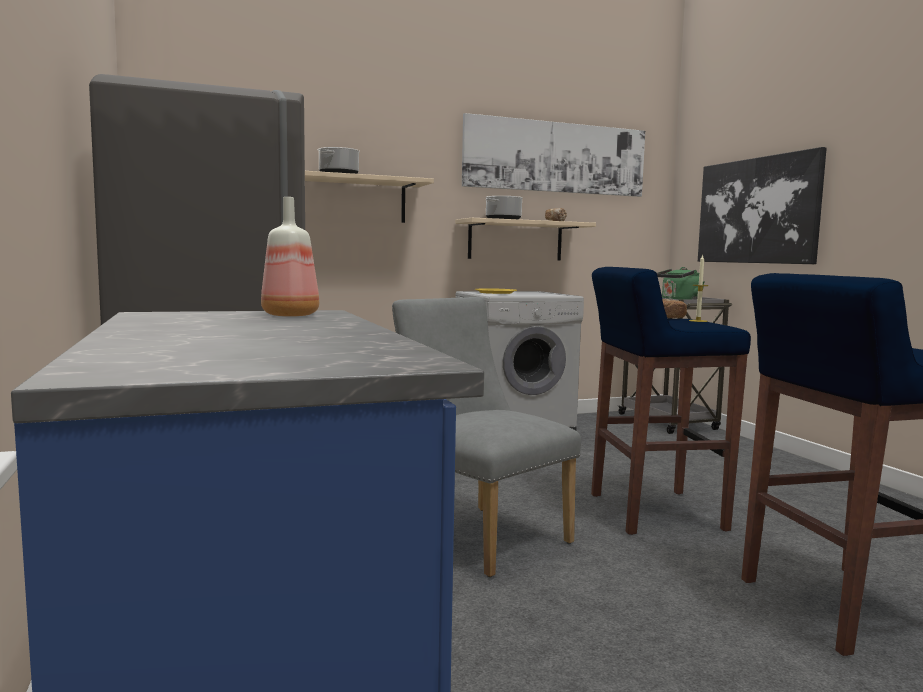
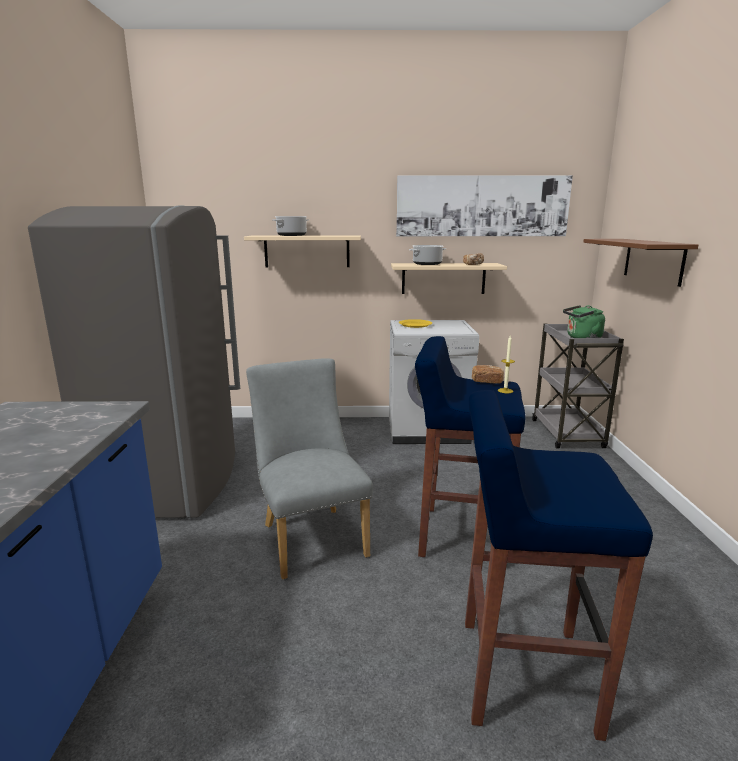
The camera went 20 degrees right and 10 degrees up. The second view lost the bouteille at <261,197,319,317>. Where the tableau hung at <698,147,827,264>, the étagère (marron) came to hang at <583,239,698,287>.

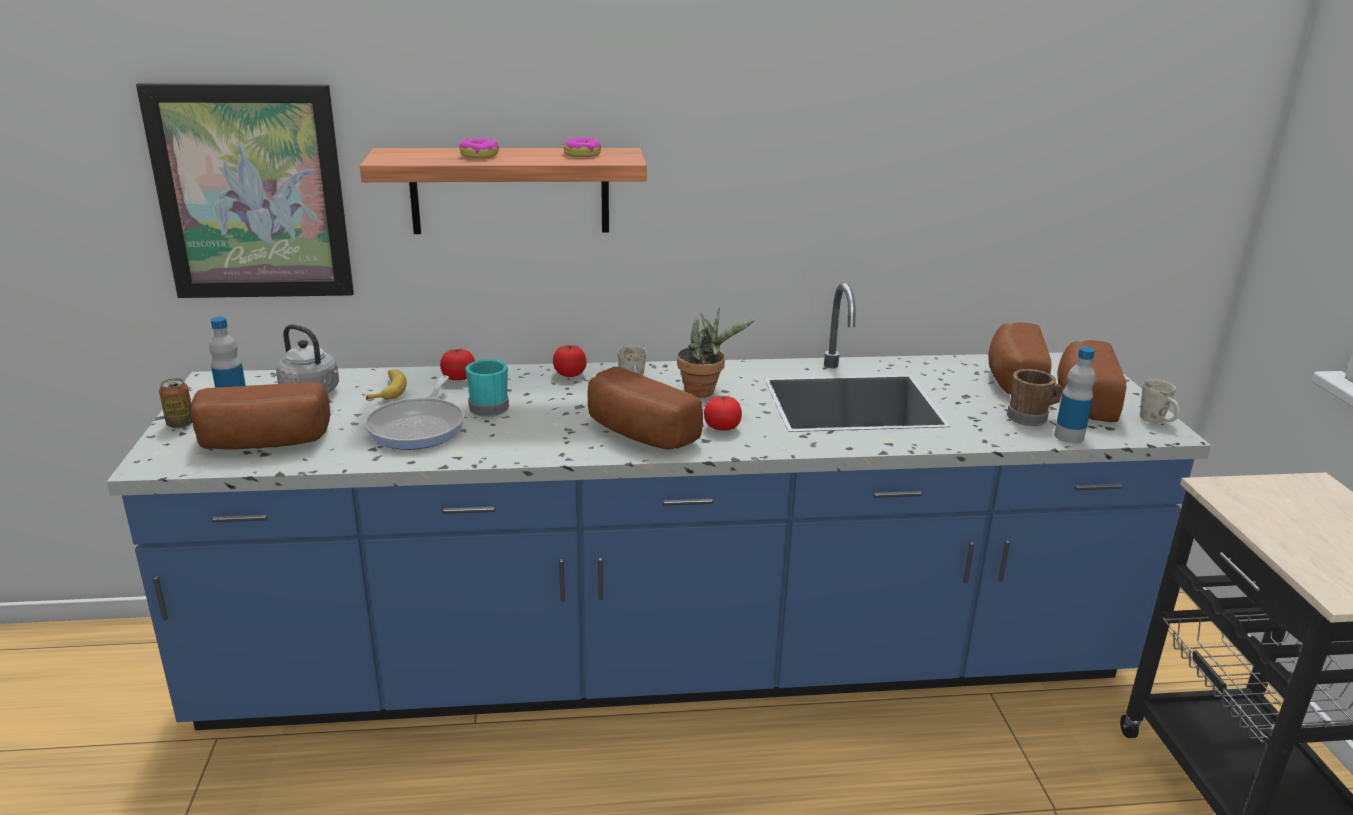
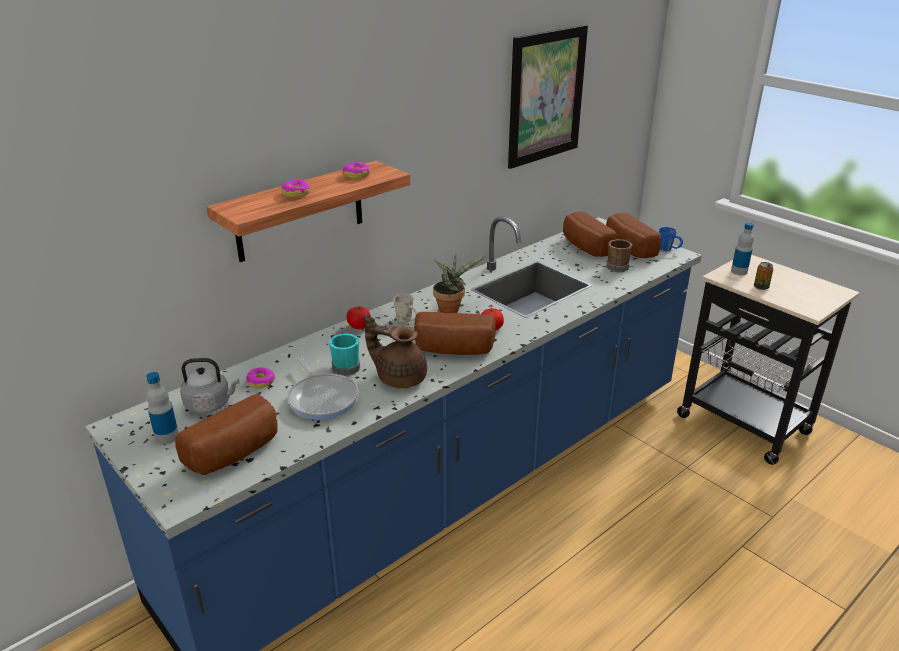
The camera went 35 degrees left and 5 degrees up. The tableau ended up elsewhere, having gone from <136,83,354,298> to <508,25,588,169>. The boîte métallique ended up elsewhere, having gone from <159,378,193,429> to <754,262,773,290>. Where the banane stood at <366,369,407,400>, the beignet came to stand at <246,367,275,388>. The second view lost the tomate at <440,348,475,380>. The bouteille ended up elsewhere, having gone from <1054,346,1095,443> to <731,222,754,275>. What was the mug (blanc) at <1140,379,1180,423> turned into the mug (bleu) at <659,227,683,251>. The second view gained the théière (marron) at <364,314,427,388>.

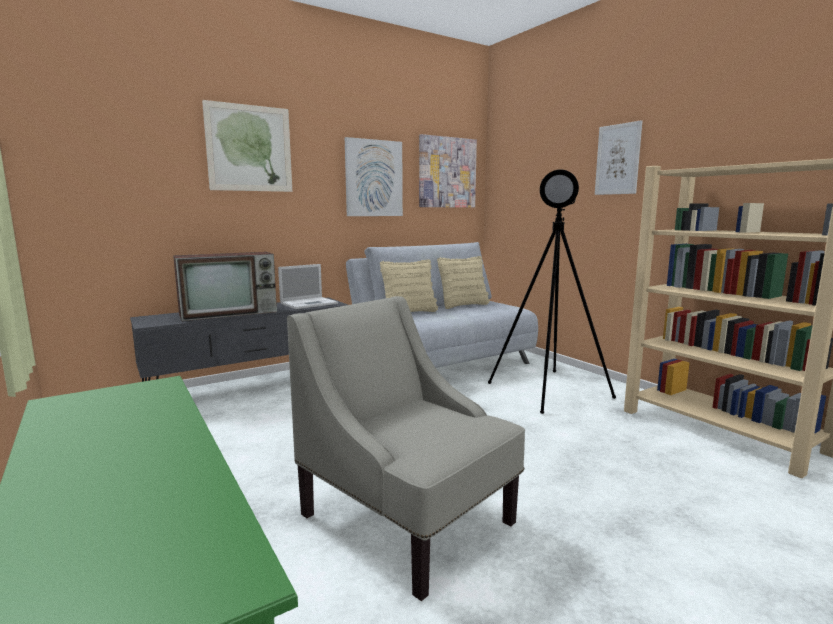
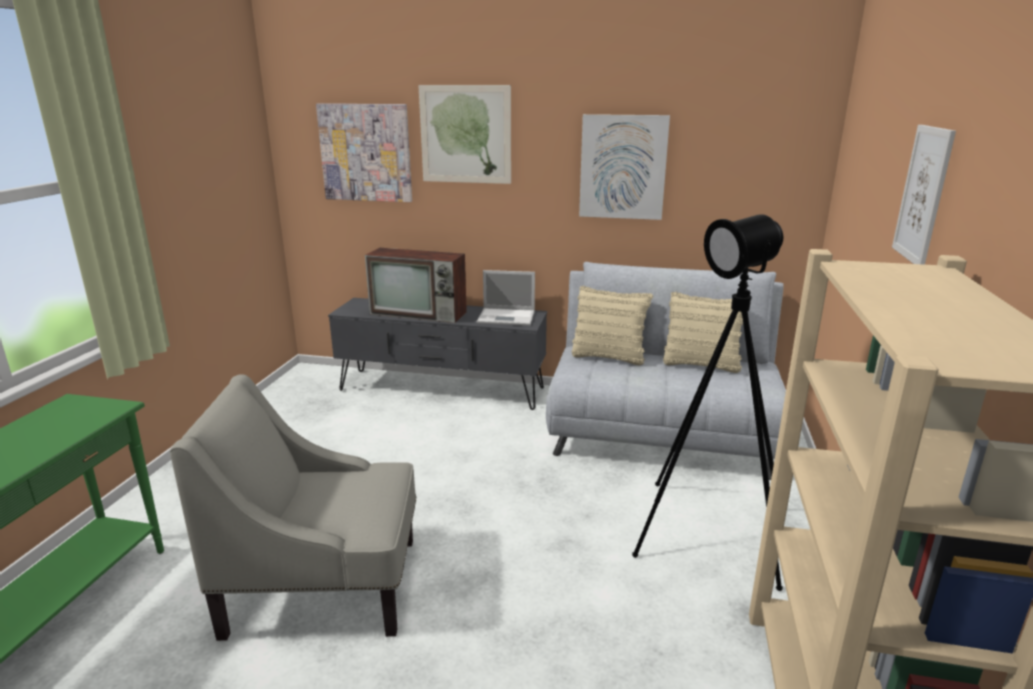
The camera went 45 degrees right and 10 degrees up. The fauteuil (gris) at <287,296,525,601> ended up facing another way, 90 degrees counterclockwise from before. The tableau ended up elsewhere, having gone from <419,134,477,207> to <316,103,412,202>.

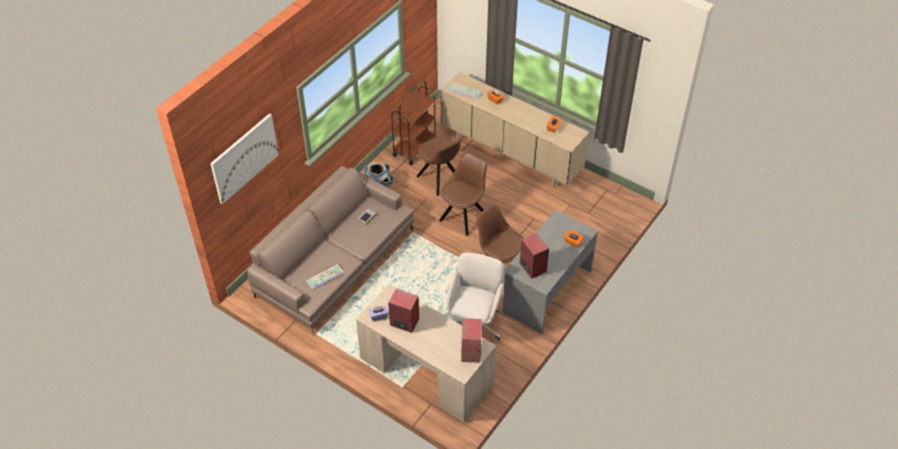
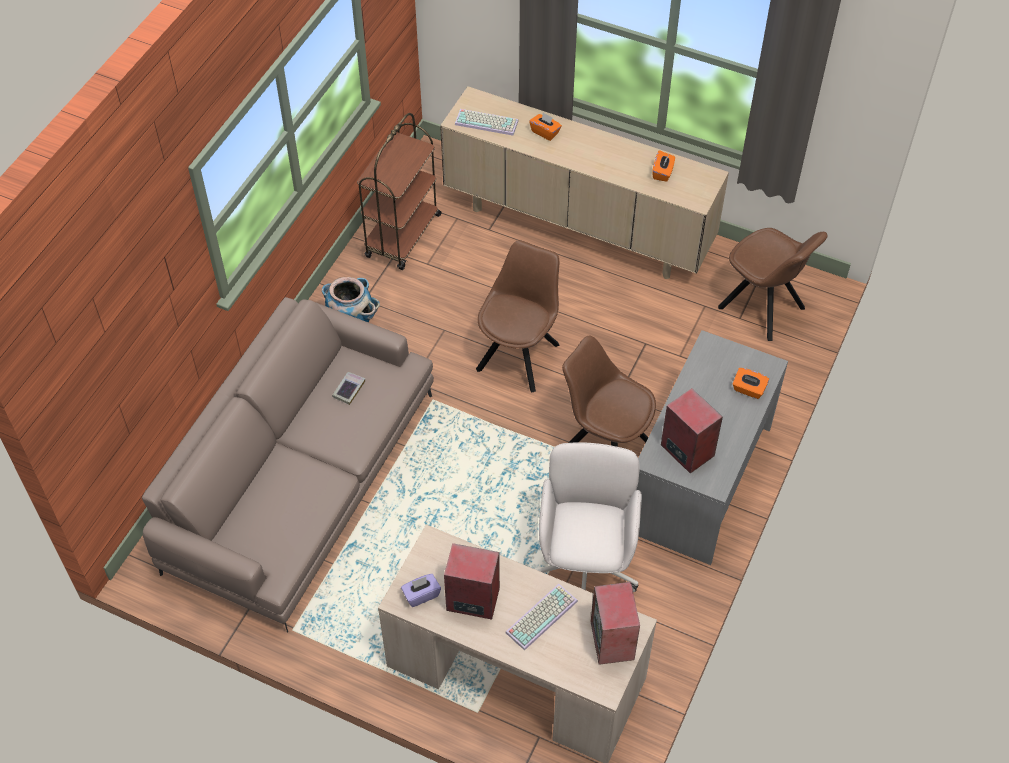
The camera went 10 degrees left and 5 degrees up. The second view lost the tableau at <210,114,279,204>. The clavier ended up elsewhere, having gone from <306,264,344,290> to <505,584,578,651>. The chaise (marron) ended up elsewhere, having gone from <417,136,462,196> to <718,228,828,341>.

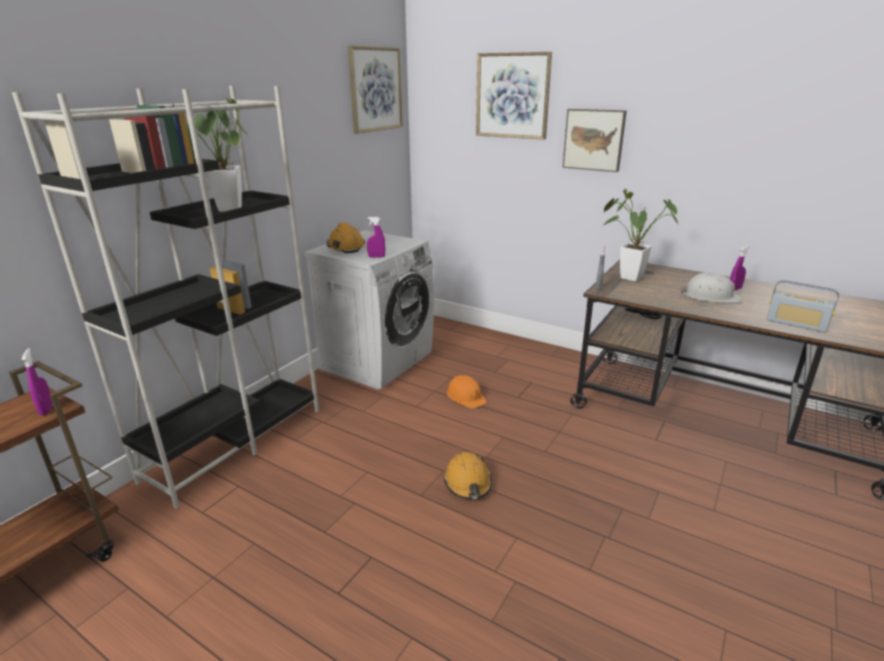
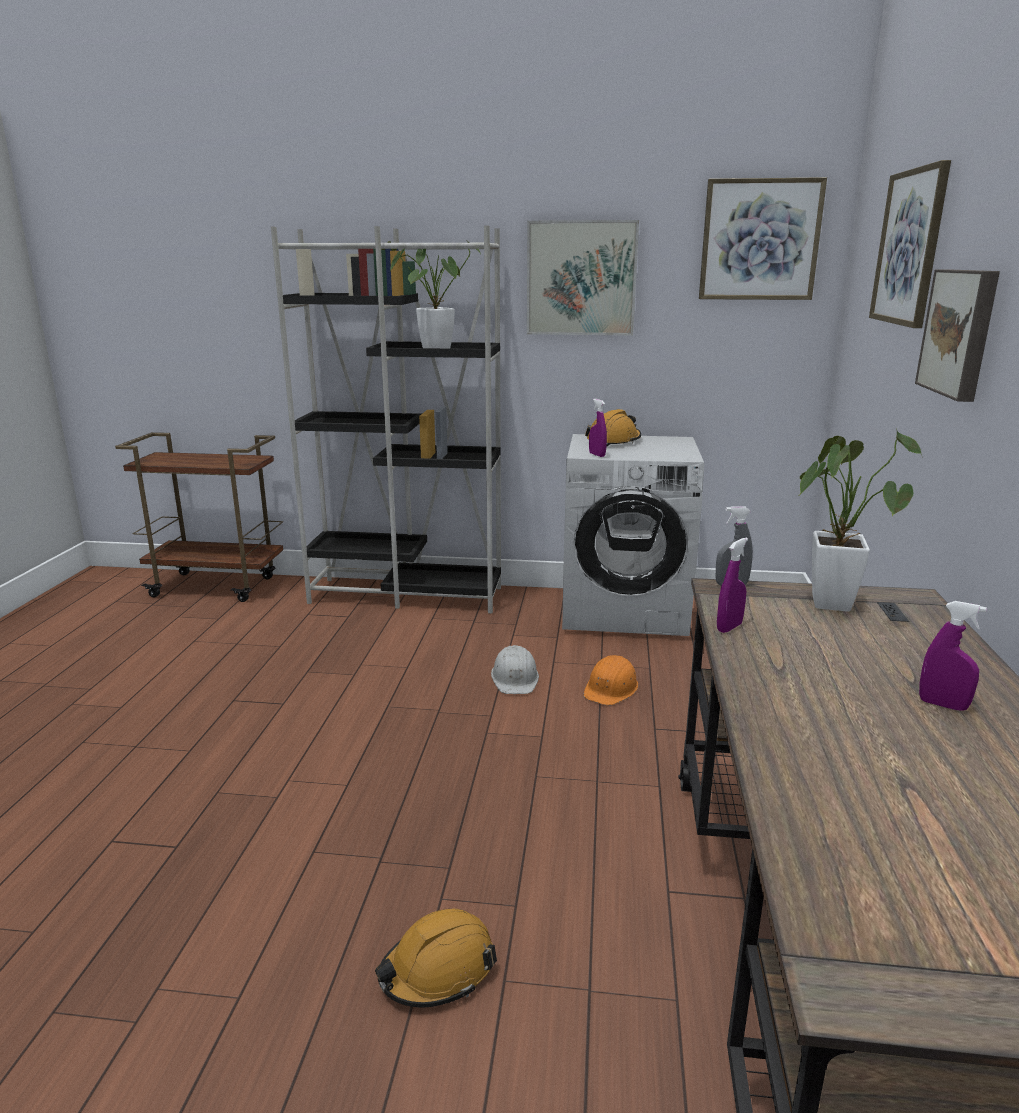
The camera went 65 degrees right and 5 degrees down. The vaporisateur (violet) ended up elsewhere, having gone from <22,348,53,415> to <717,538,748,633>. The casque de chantier (orange) ended up elsewhere, having gone from <444,452,492,500> to <375,909,497,1007>. The casque de chantier (blanc) ended up elsewhere, having gone from <681,272,742,303> to <491,645,539,694>. The second view lost the radio at <767,280,839,333>. The second view gained the tableau at <527,220,639,336>.

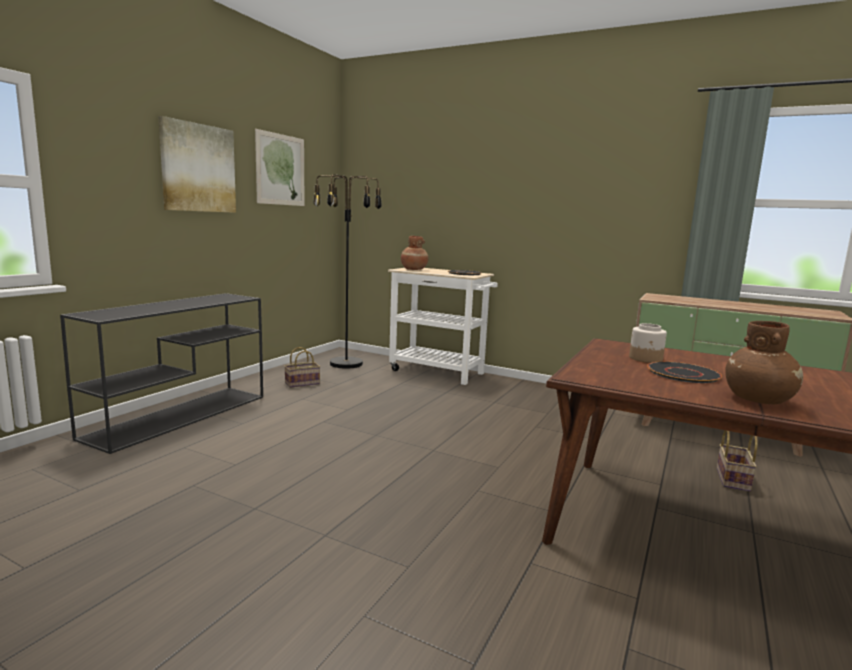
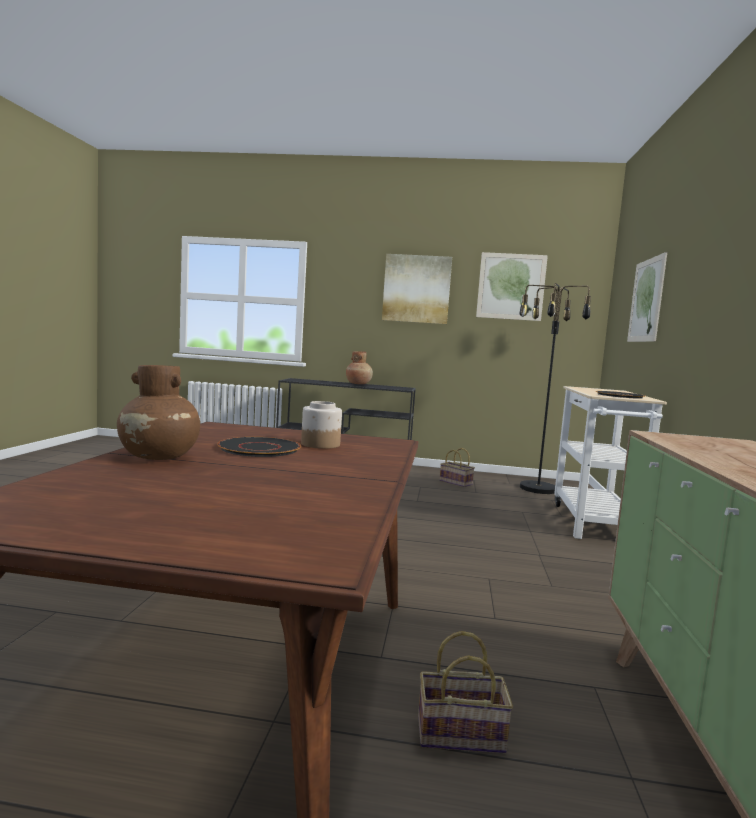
The camera went 70 degrees right and 5 degrees down. The vase (marron) ended up elsewhere, having gone from <401,236,428,270> to <346,351,373,384>. The second view gained the tableau at <627,252,667,342>.

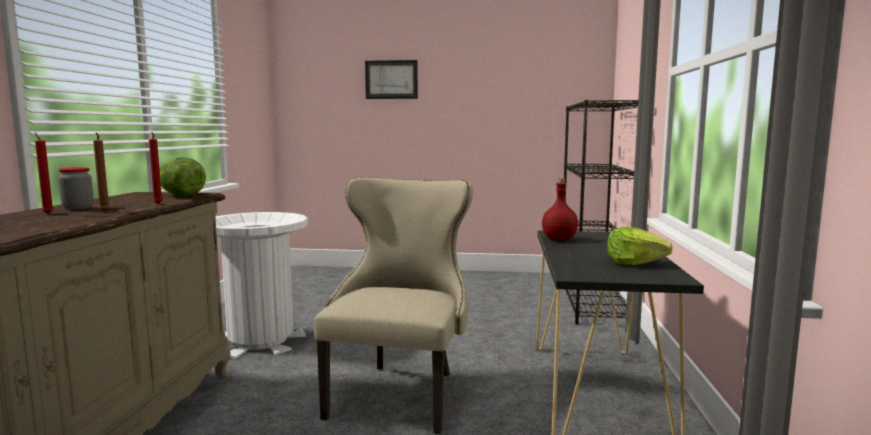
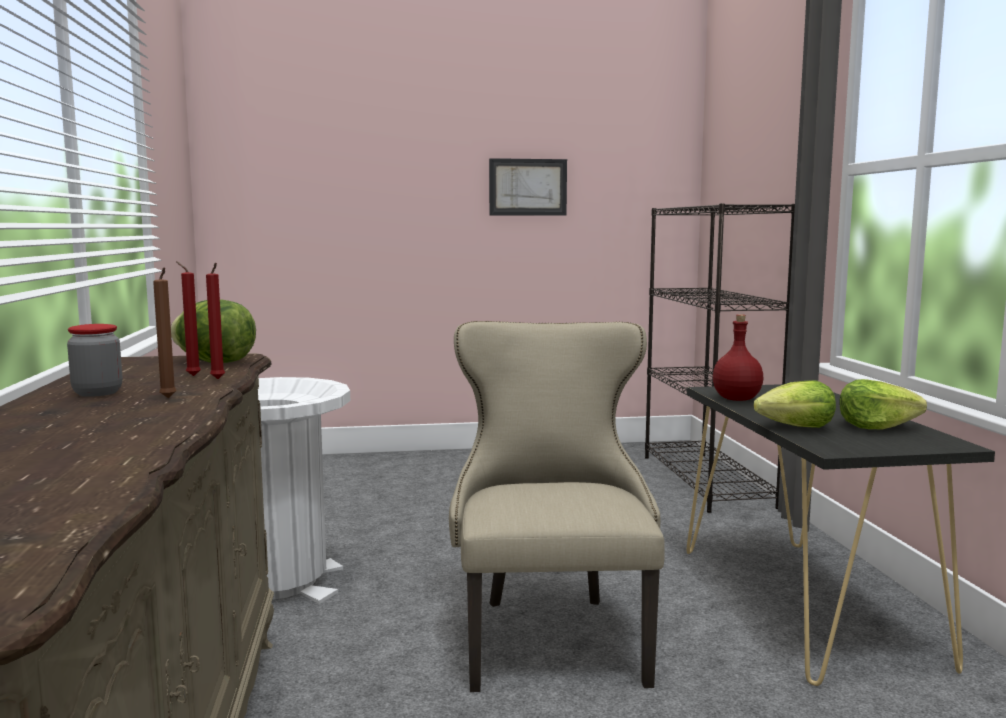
The camera went 15 degrees left and 0 degrees up. The bougie (rouge) ended up elsewhere, having gone from <34,132,54,214> to <176,261,201,376>. The tableau ended up elsewhere, having gone from <365,60,418,99> to <489,158,567,216>. The second view gained the laitue at <754,380,836,428>.

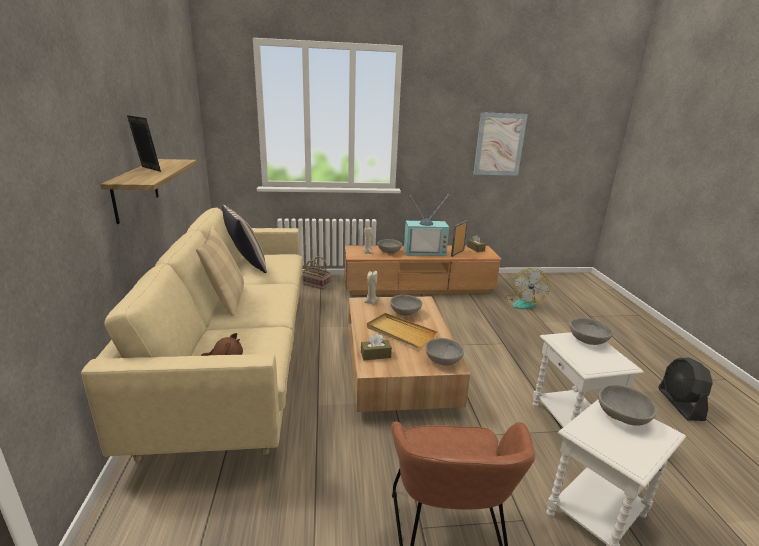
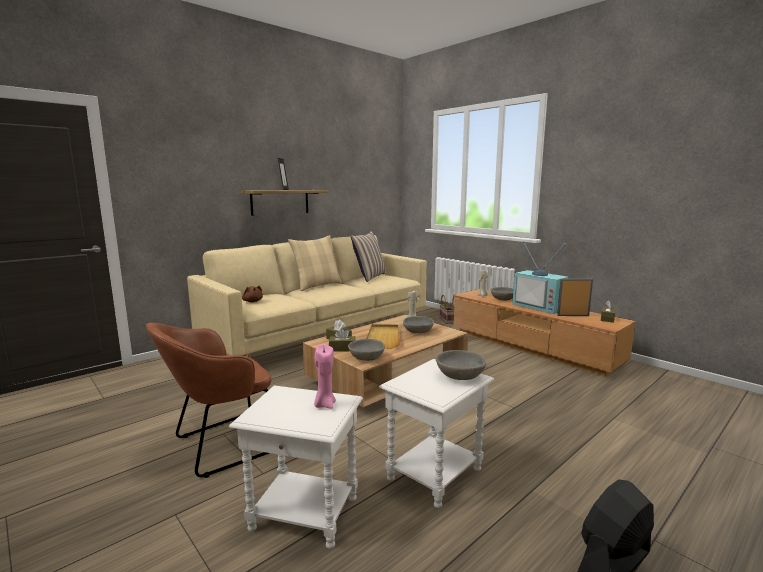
The camera went 55 degrees right and 10 degrees down. The second view lost the tableau at <474,112,528,176>. The second view lost the ventilateur at <505,268,550,309>. Where the bol (gris) stood at <598,385,657,426>, the bougie (rose) came to stand at <314,344,336,409>. The second view gained the boîte à mouchoirs (marron) at <329,329,355,352>.

